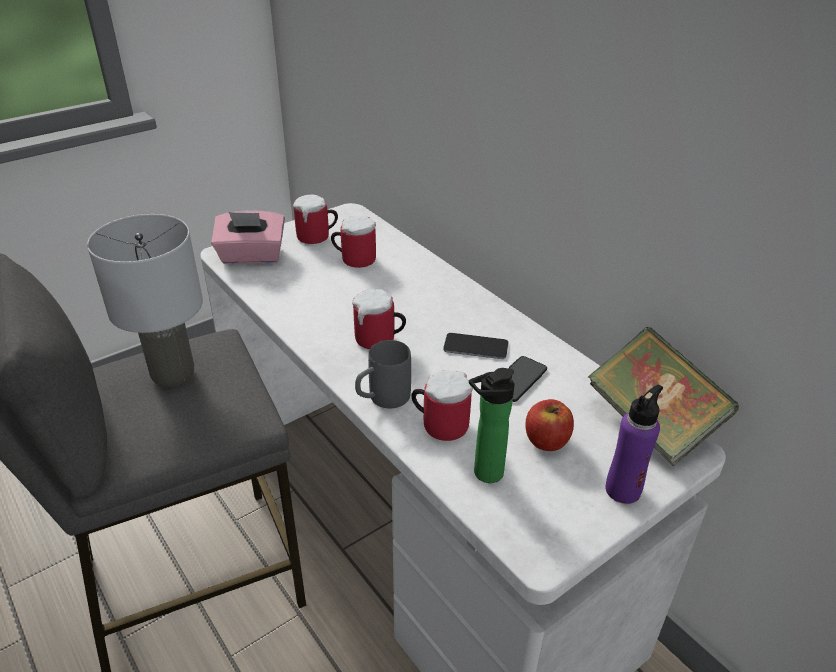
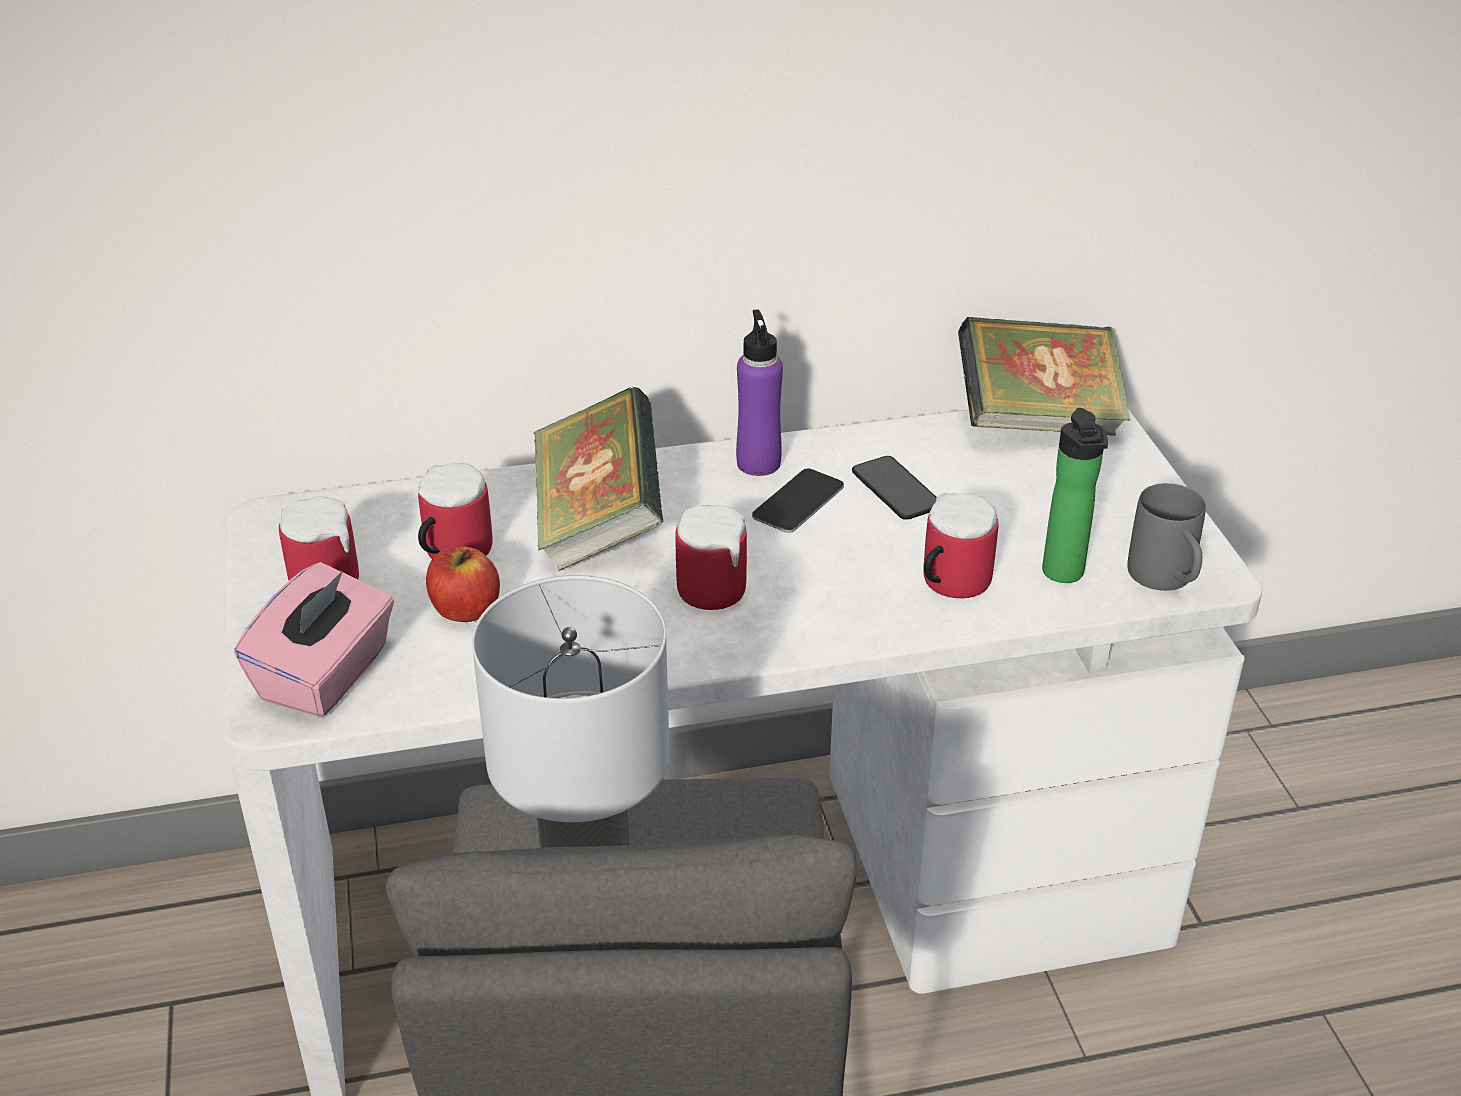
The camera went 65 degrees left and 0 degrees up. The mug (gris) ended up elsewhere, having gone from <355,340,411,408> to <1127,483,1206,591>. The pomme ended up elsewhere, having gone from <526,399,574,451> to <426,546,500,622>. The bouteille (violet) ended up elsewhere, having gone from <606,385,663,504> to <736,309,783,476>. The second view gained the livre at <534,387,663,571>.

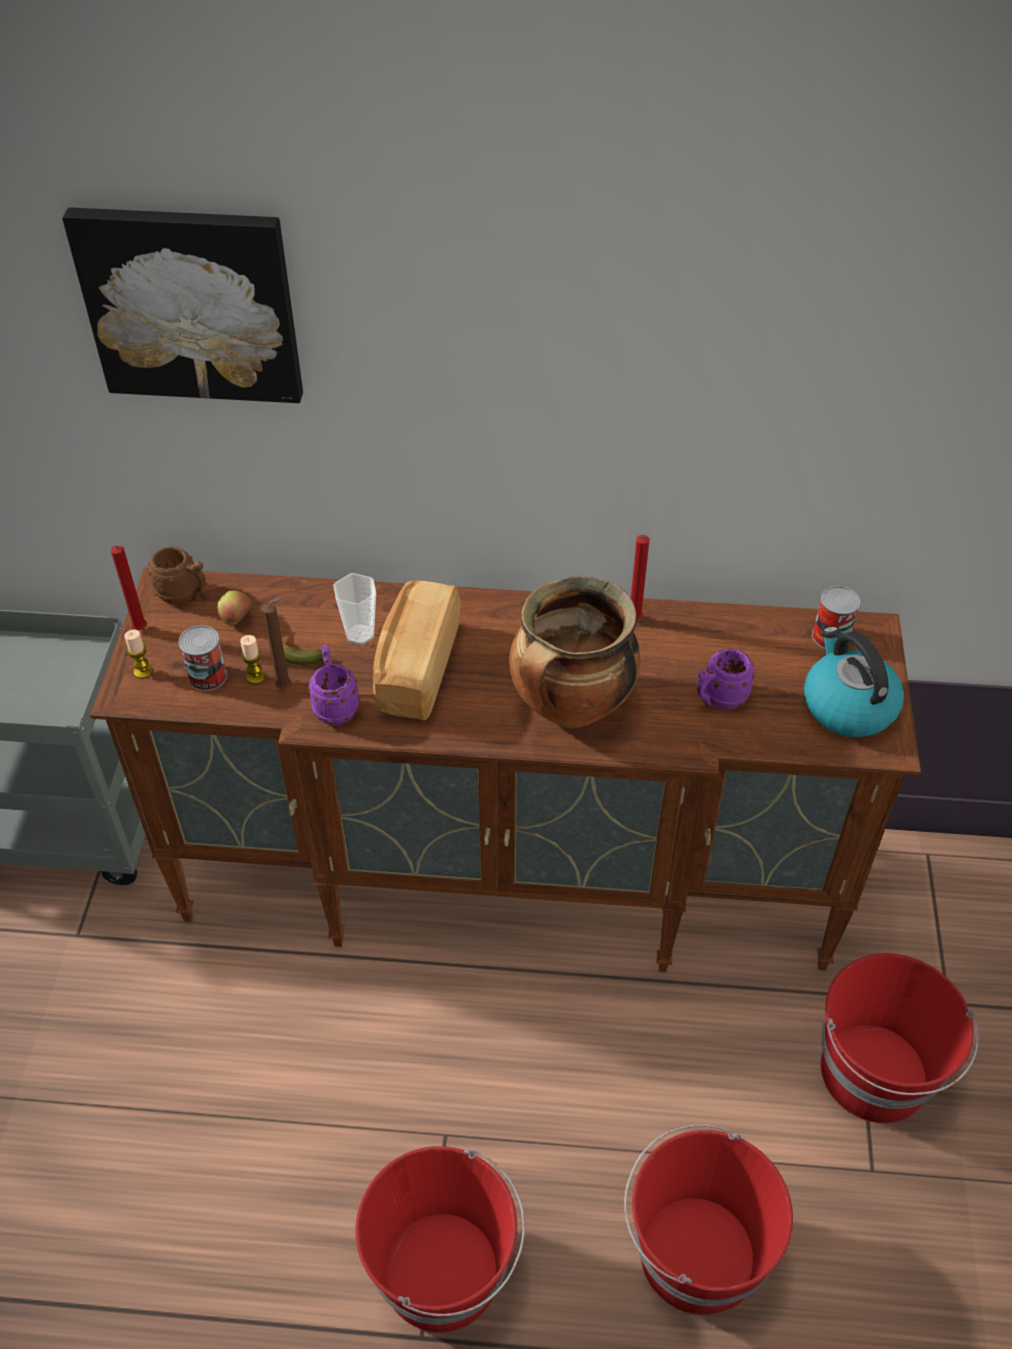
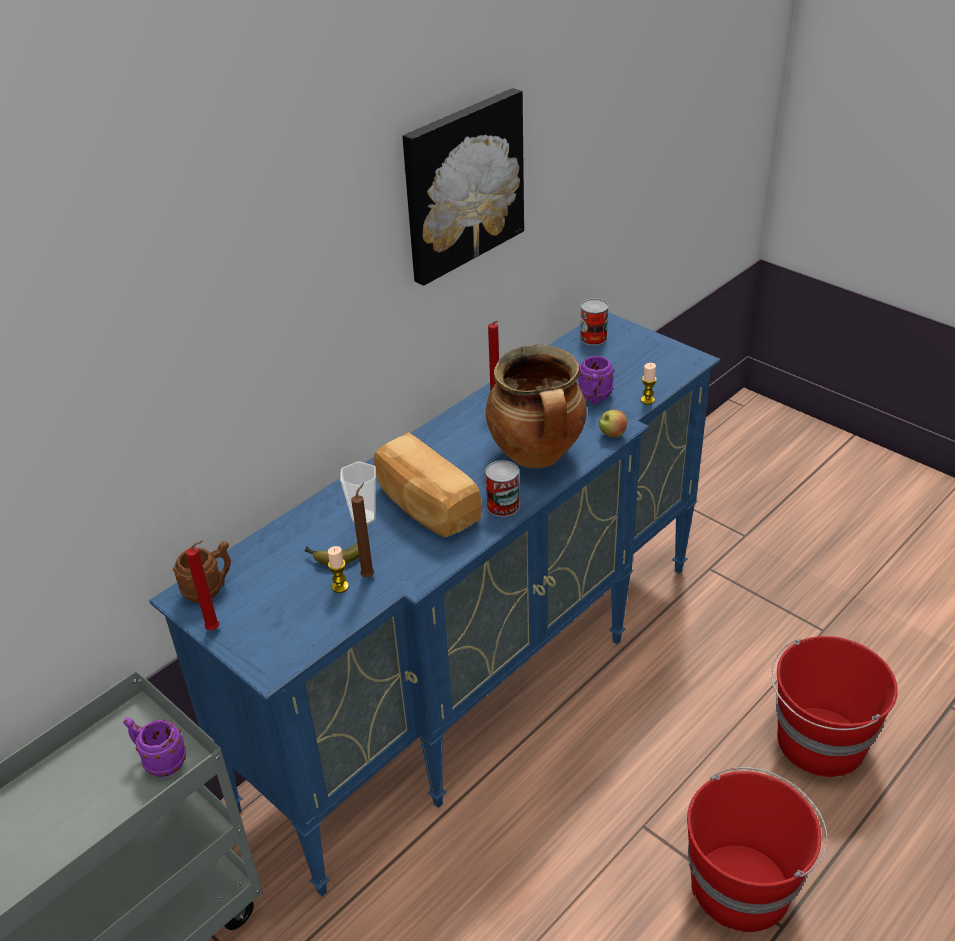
The camera went 50 degrees left and 10 degrees down. The tableau ended up elsewhere, having gone from <62,208,303,403> to <402,88,524,286>. What was the meuble de rangement (marron) at <89,567,921,972> turned into the meuble de rangement (bleu) at <149,312,721,896>. The bougie ended up elsewhere, having gone from <124,630,153,679> to <641,363,657,405>. The boîte métallique ended up elsewhere, having gone from <179,625,227,691> to <485,460,520,517>. The pomme ended up elsewhere, having gone from <217,591,252,626> to <599,410,627,438>. The mug (violet) ended up elsewhere, having gone from <308,645,359,725> to <123,718,186,777>. The second view lost the bouilloire at <804,627,904,737>. The second view lost the seau (rouge) at <821,953,979,1123>.

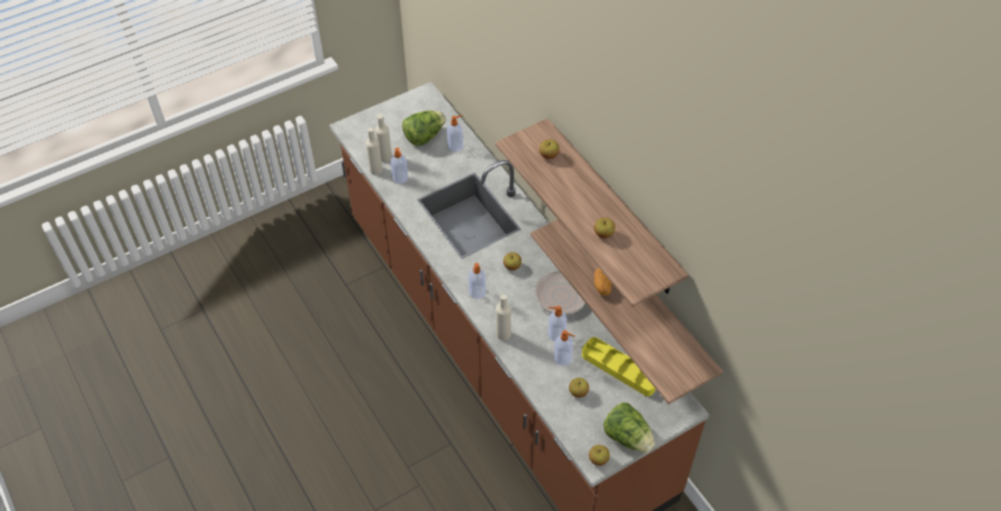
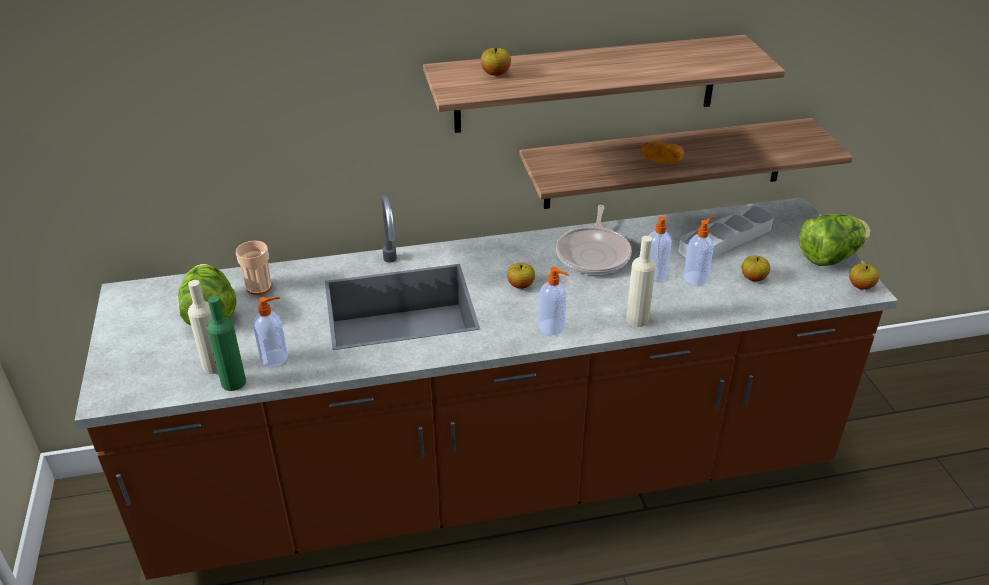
The camera went 70 degrees left and 15 degrees down. What was the bouteille (beige) at <366,128,383,175> turned into the bouteille (vert) at <207,296,246,391>. Where the distributeur de savon stood at <447,115,463,152>, the tasse came to stand at <236,241,272,295>. What was the plateau (jaune) at <582,337,656,396> turned into the plateau (gris) at <678,206,774,257>. The second view lost the pomme at <594,218,615,238>.

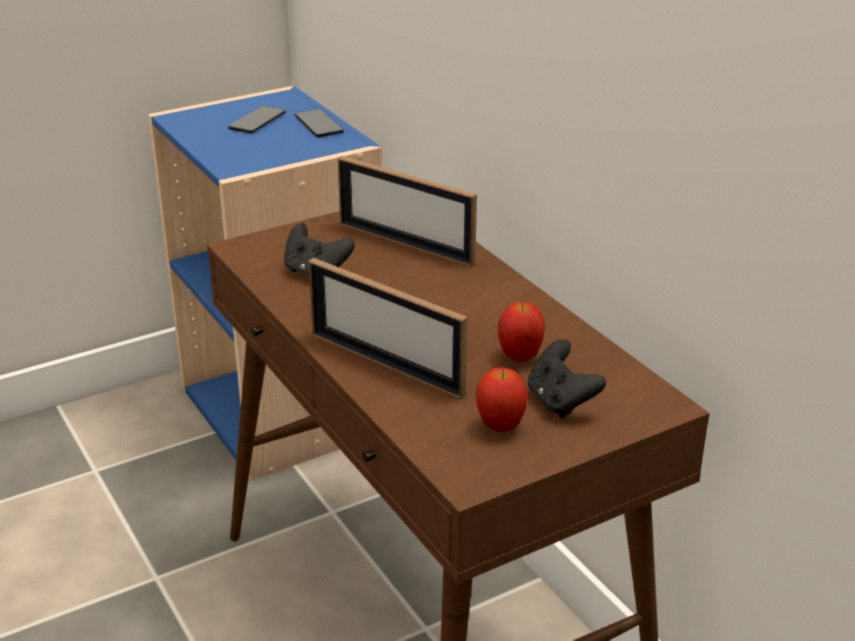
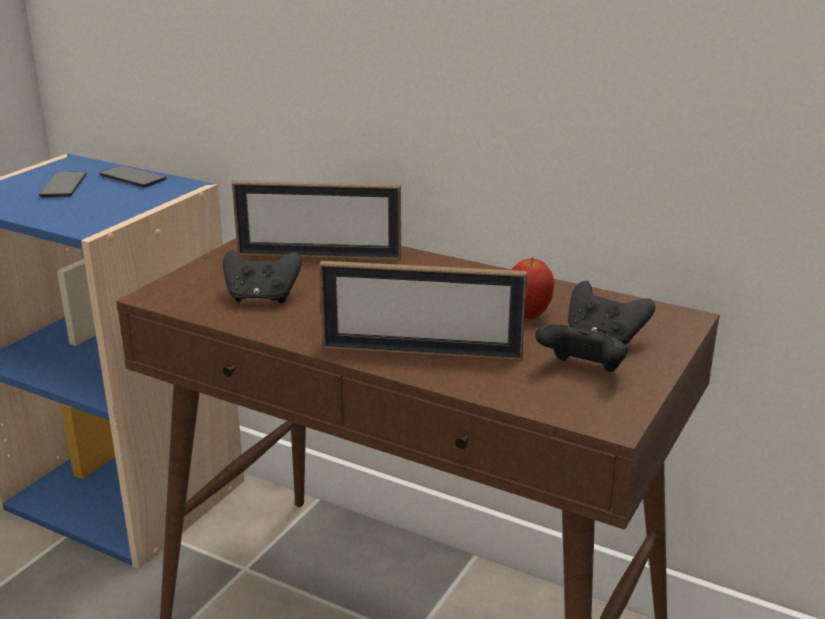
The camera went 30 degrees left and 5 degrees down. Where the pomme stood at <476,367,528,432>, the manette (noir) came to stand at <535,324,627,372>.

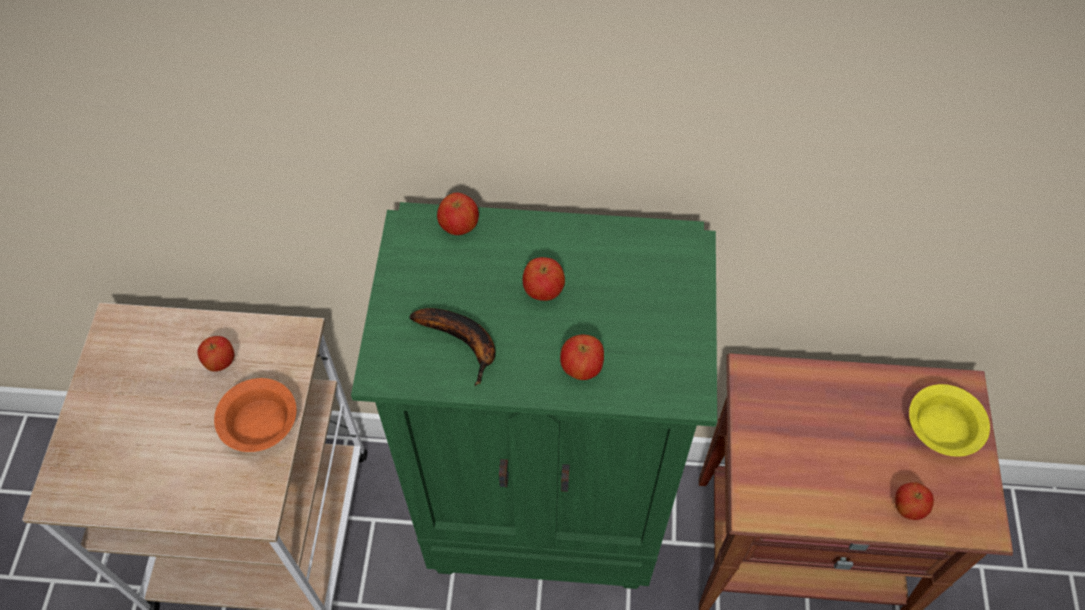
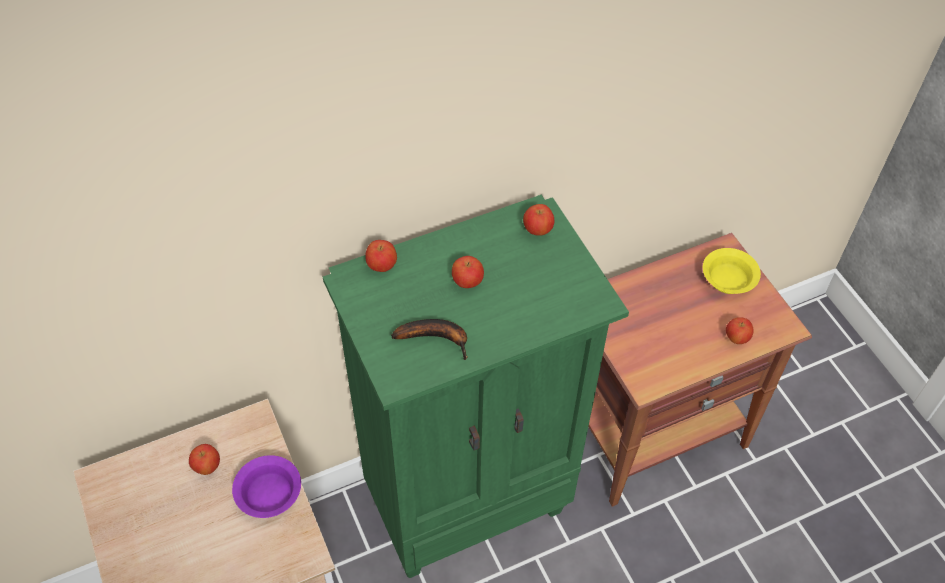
The camera went 30 degrees left and 5 degrees down. What was the bol (orange) at <214,378,296,452> turned into the bol (violet) at <232,455,301,518>. The pomme ended up elsewhere, having gone from <560,335,604,380> to <523,204,554,236>.

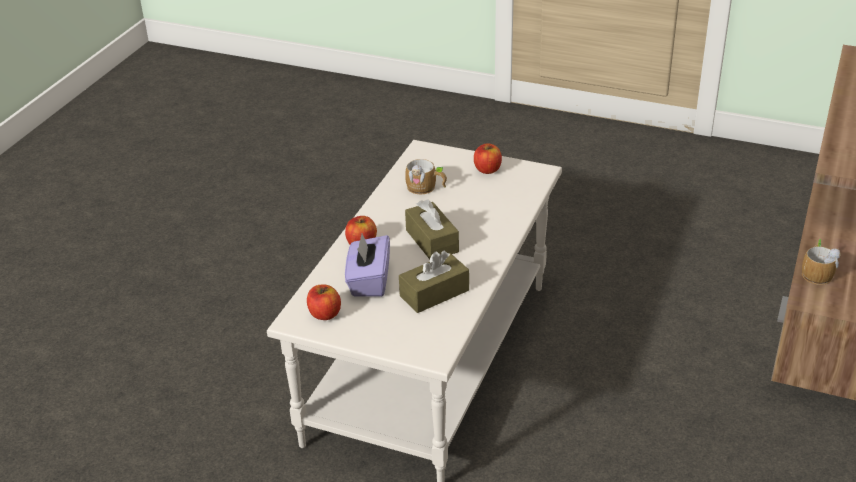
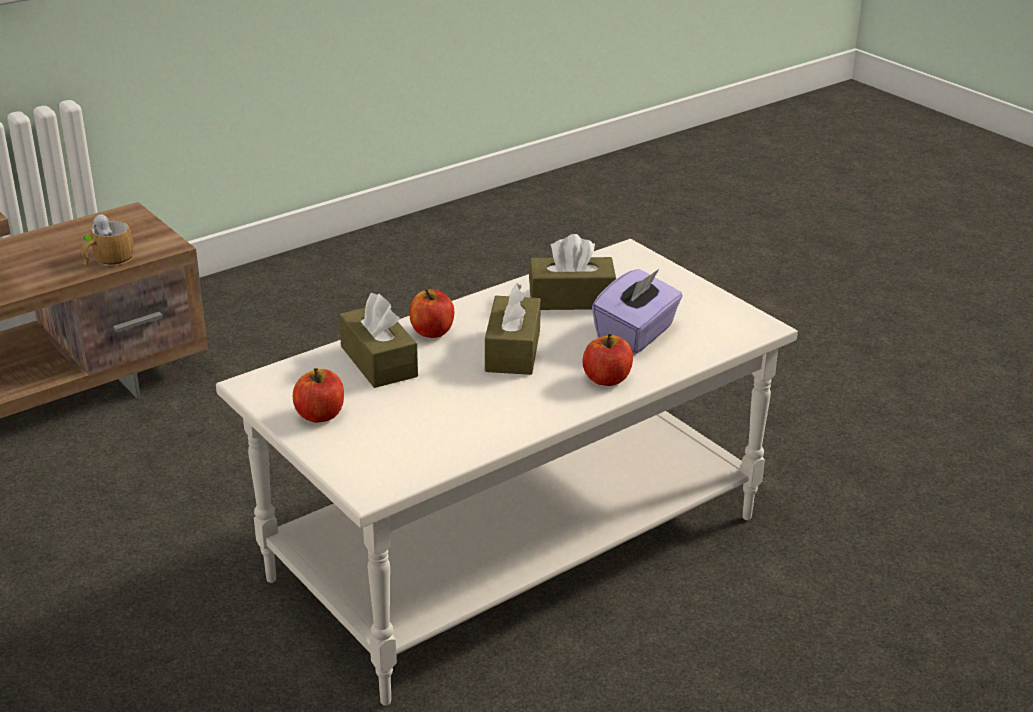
The camera went 150 degrees left and 5 degrees down. The pomme ended up elsewhere, having gone from <307,284,341,320> to <409,289,454,338>. The second view lost the mug at <405,159,447,194>. The second view gained the boîte à mouchoirs (marron) at <339,293,418,388>.

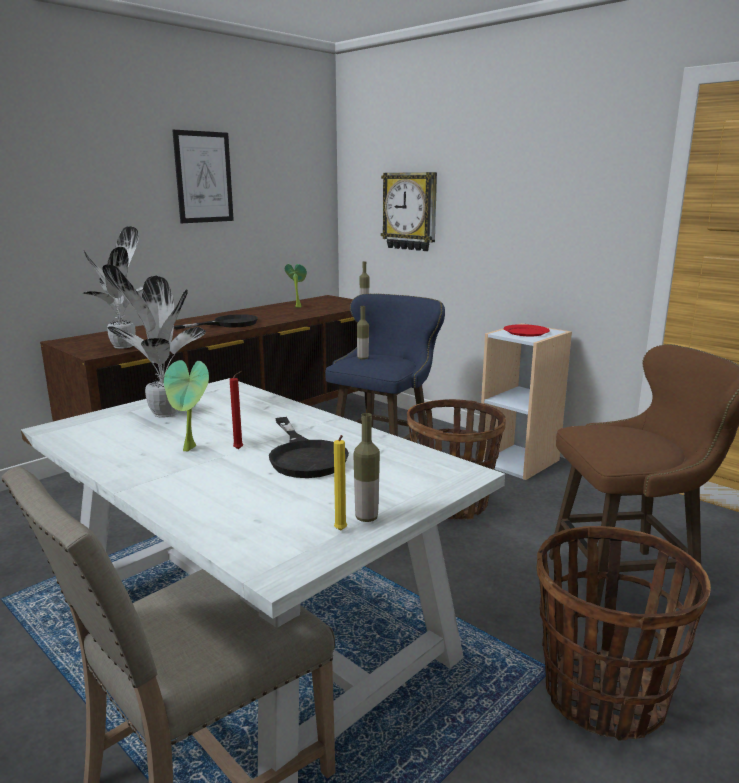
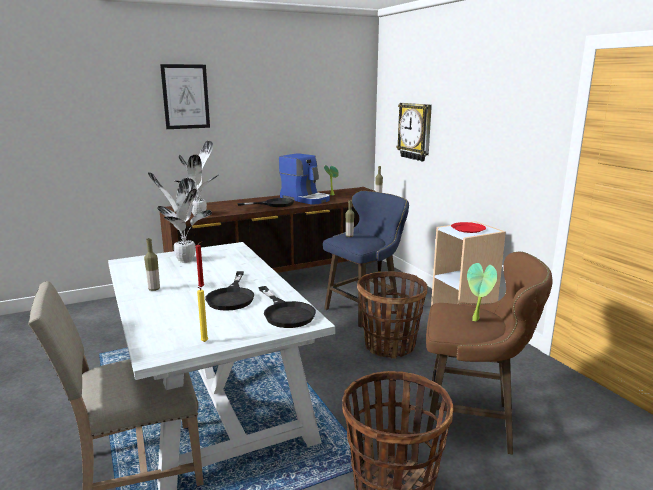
The camera went 20 degrees right and 0 degrees up. The plante en pot ended up elsewhere, having gone from <164,360,209,451> to <467,263,497,322>. The tableau ended up elsewhere, having gone from <172,130,234,223> to <160,64,210,129>. The bouteille ended up elsewhere, having gone from <353,413,380,522> to <144,238,160,291>. The second view gained the poêle (noir) at <259,286,316,328>. The second view gained the machine à café at <279,153,330,205>.

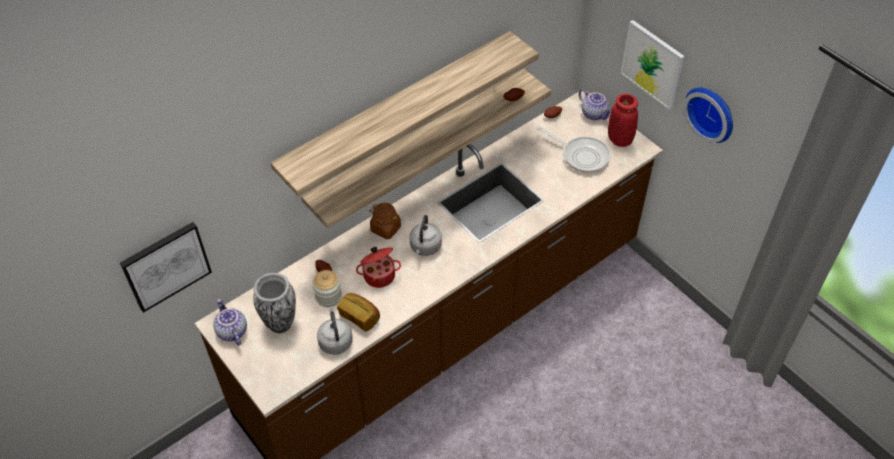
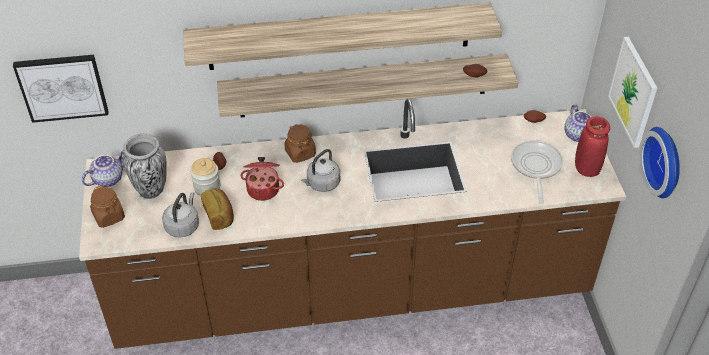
The camera went 30 degrees right and 5 degrees down. The théière at <213,299,247,346> ended up facing another way, 45 degrees clockwise from before. The poêle at <536,126,610,173> ended up facing another way, 150 degrees counterclockwise from before. The second view gained the bocal (marron) at <90,185,125,228>.

